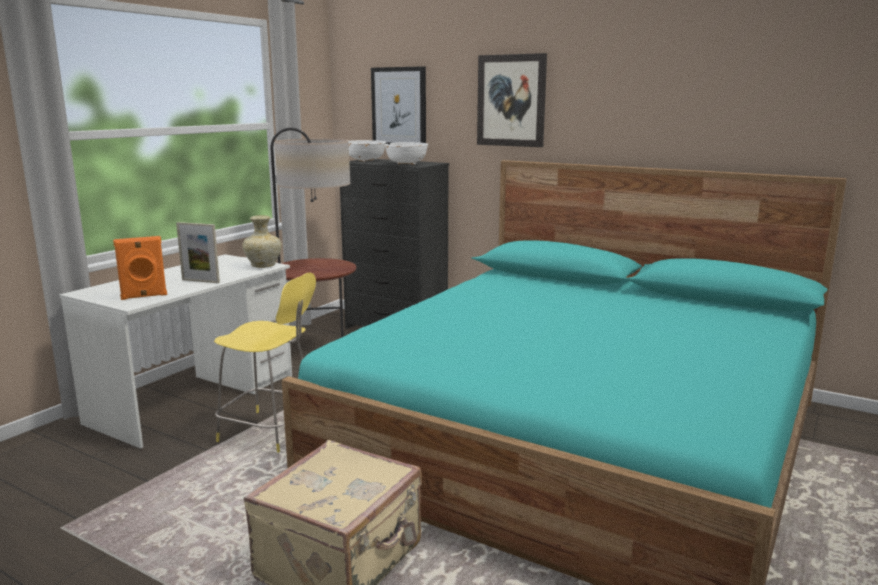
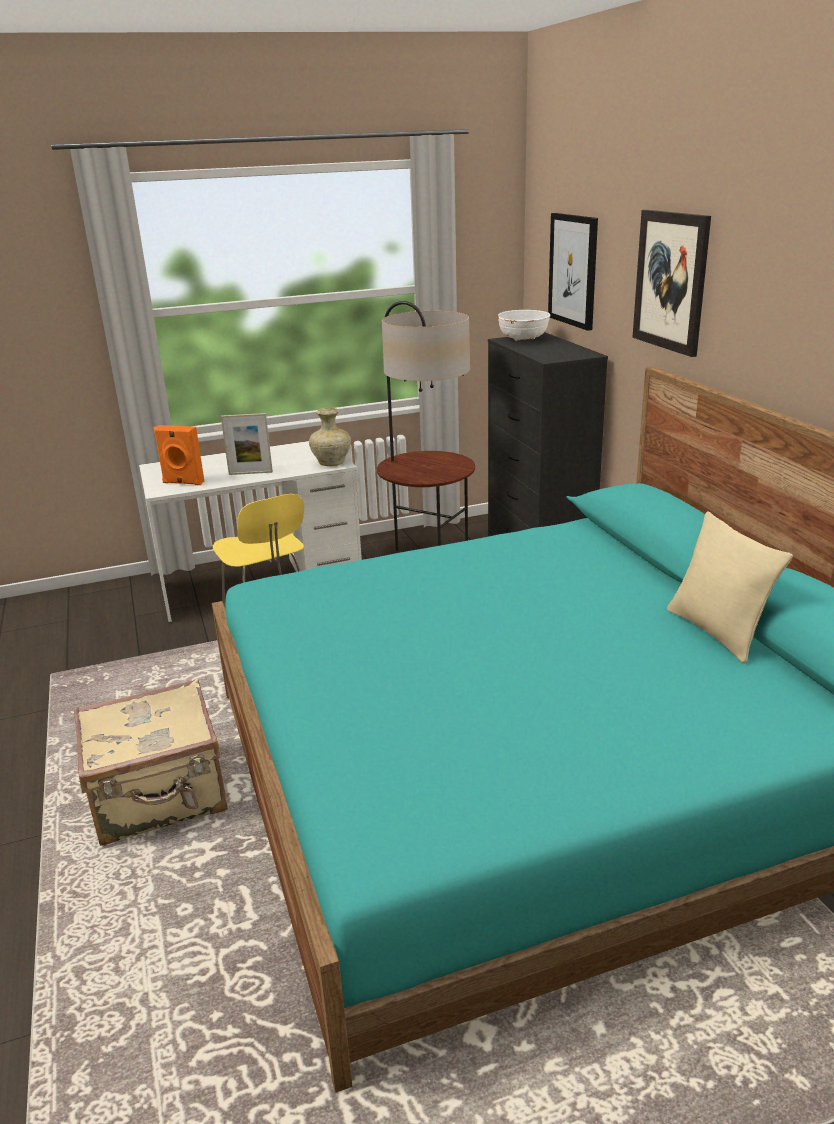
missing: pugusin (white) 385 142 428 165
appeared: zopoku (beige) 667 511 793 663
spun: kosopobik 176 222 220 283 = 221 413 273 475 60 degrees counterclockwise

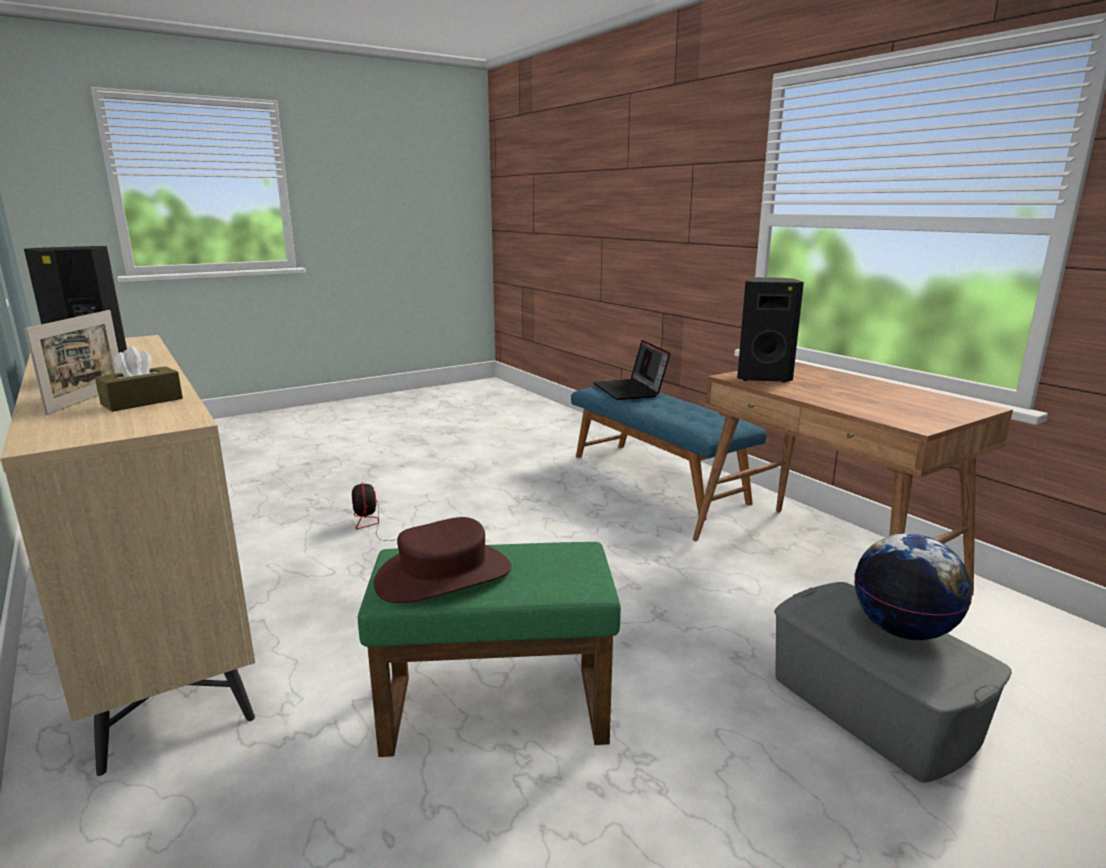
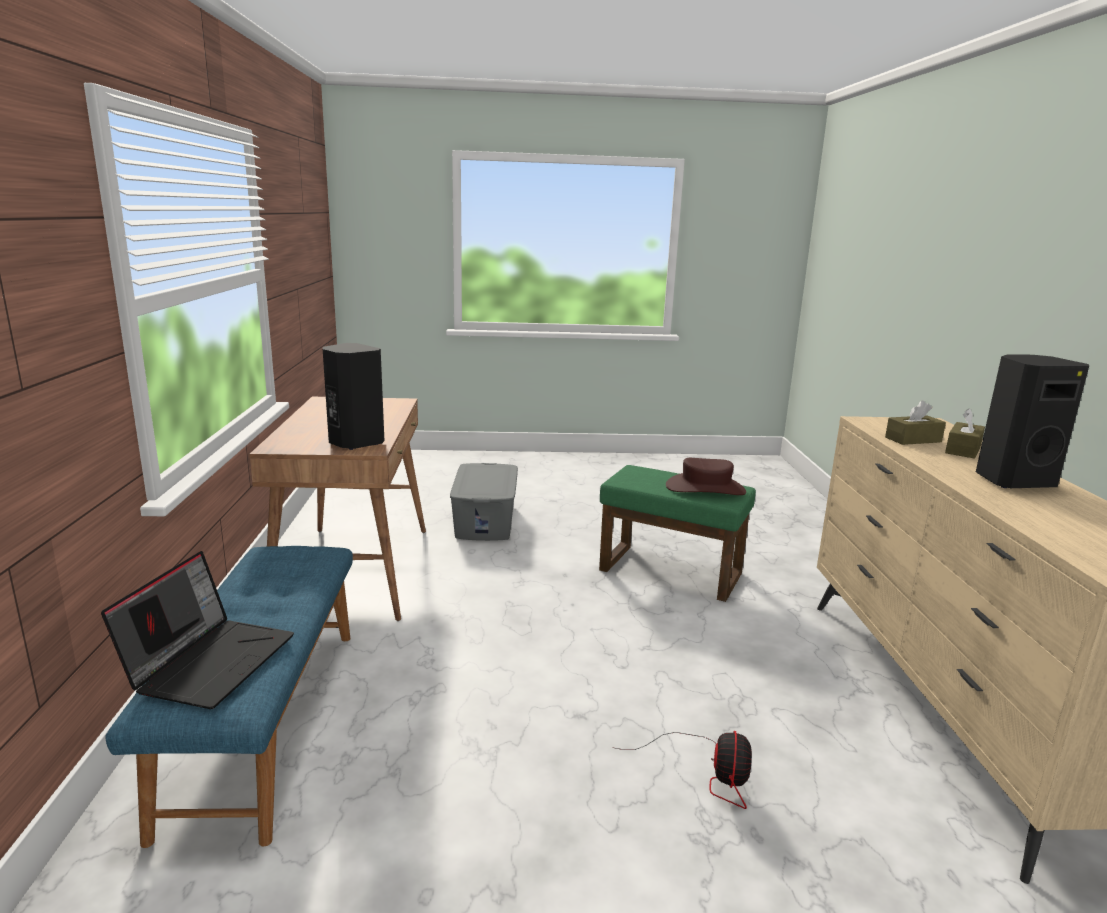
missing: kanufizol 854 533 972 640
exchanged: kosopobik 25 310 121 415 to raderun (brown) 945 408 985 459

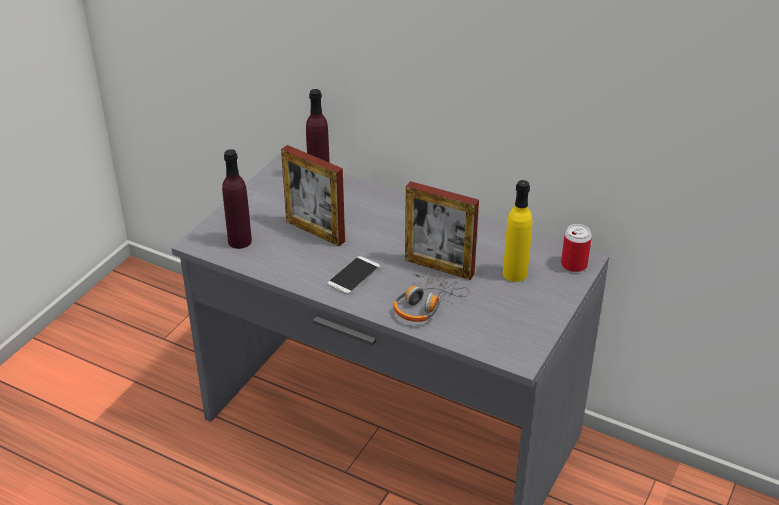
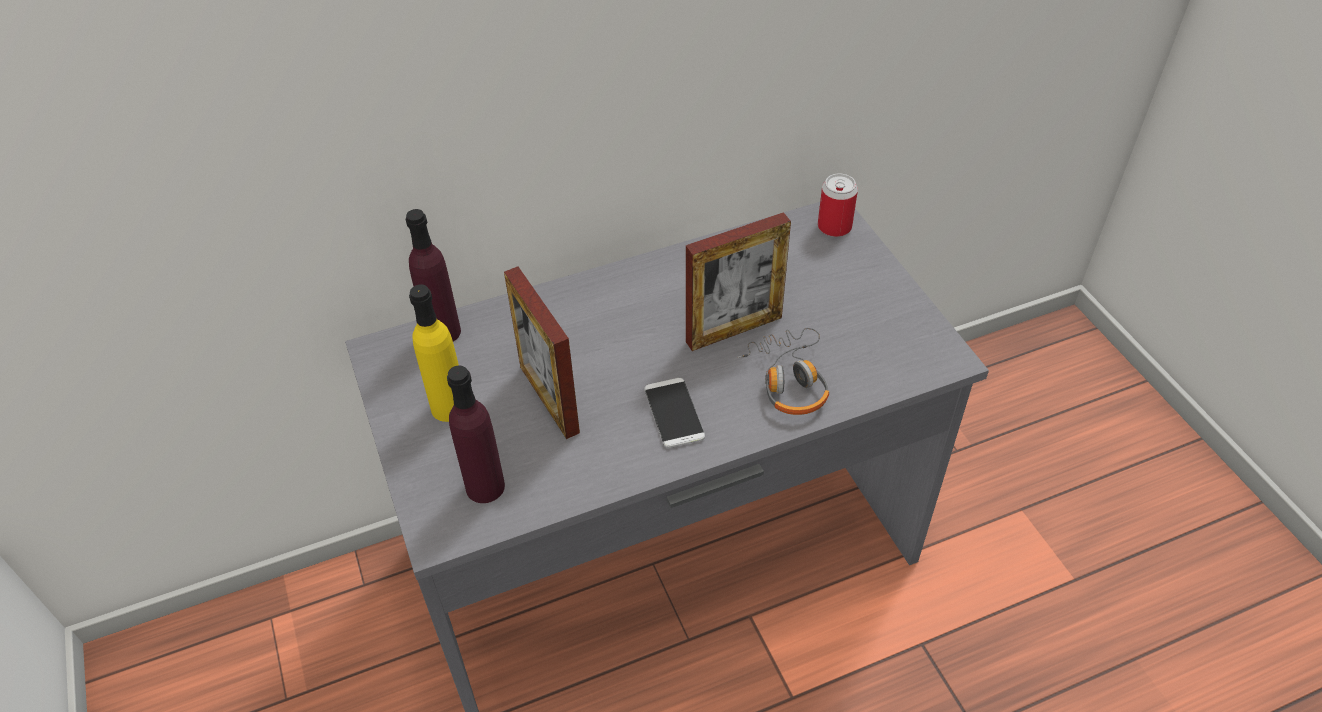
relocated: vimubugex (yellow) 503 180 532 282 to 409 284 459 422
spun: kosopobik 281 145 345 246 = 504 266 580 439 75 degrees clockwise

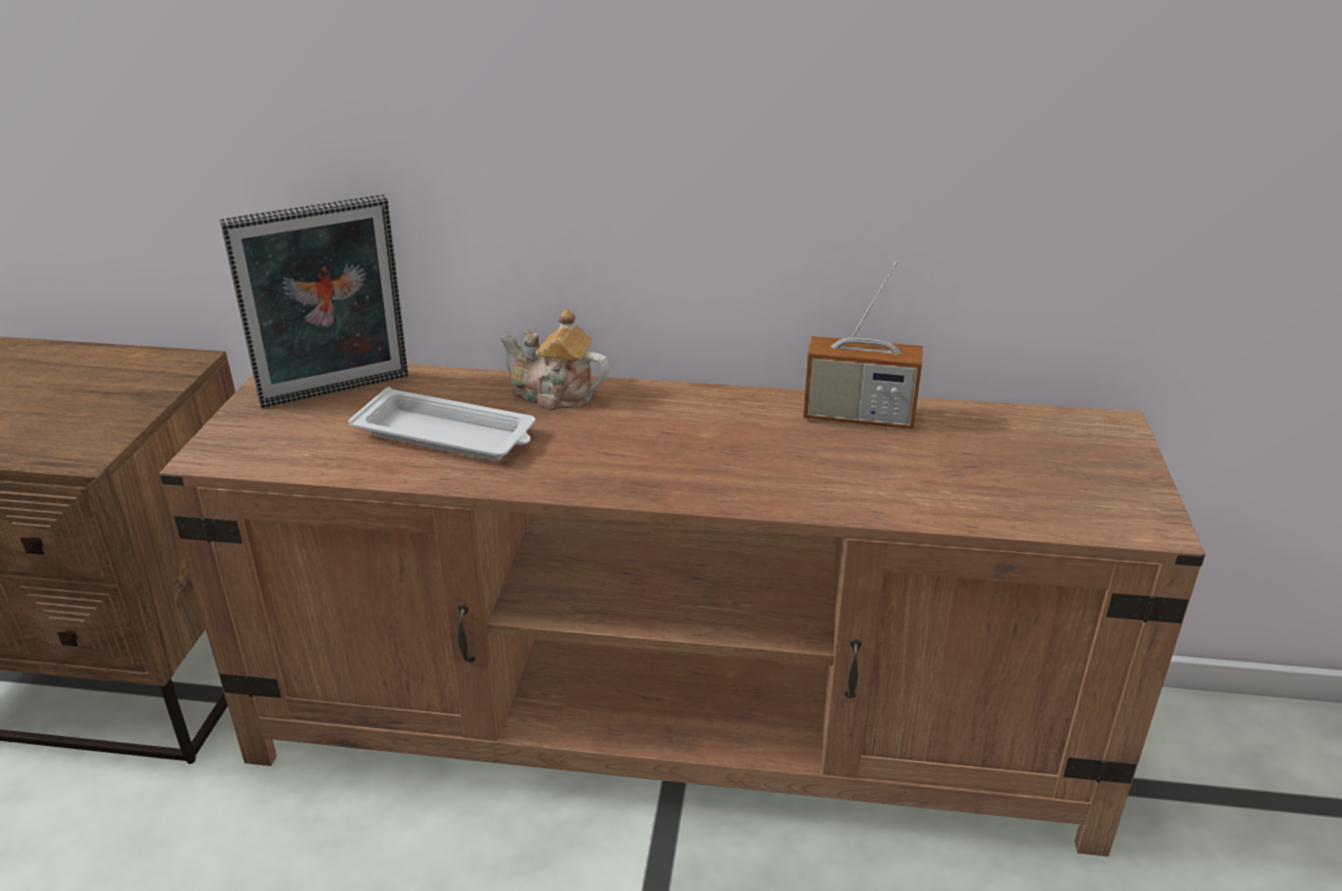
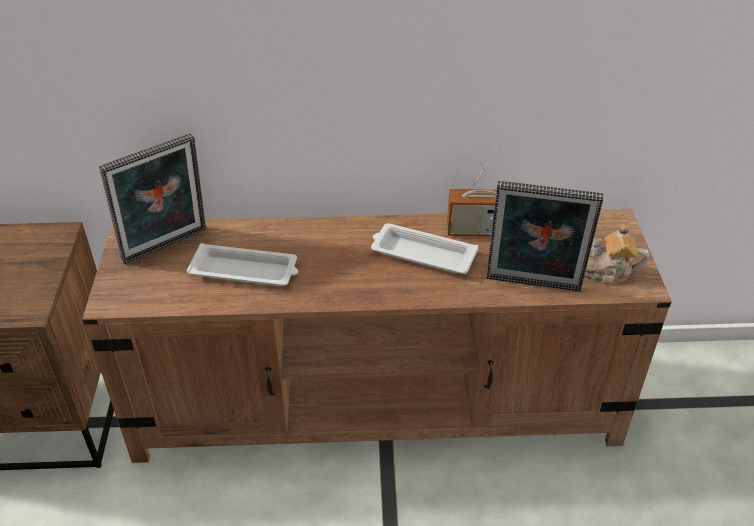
appeared: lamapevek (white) 371 223 479 274; kosopobik 486 181 604 292
relocated: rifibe 501 308 610 411 to 584 224 649 285

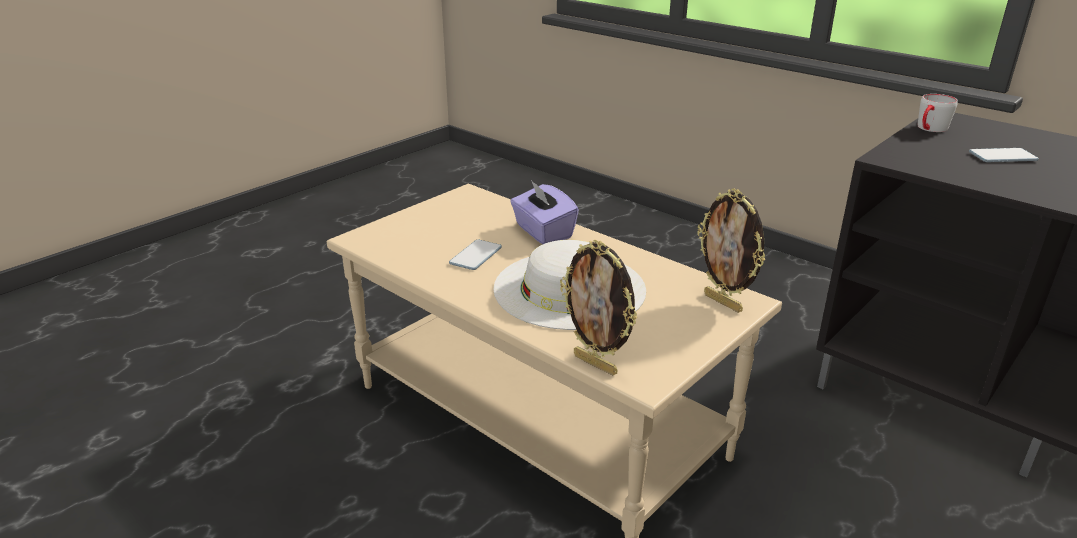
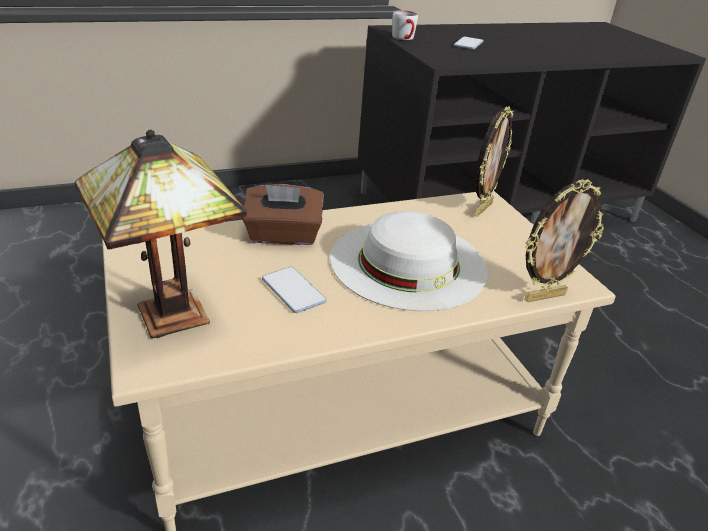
appeared: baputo 75 130 247 339
colour: raderun (purple) 510 180 579 244 to raderun (brown) 242 184 324 245
spun: kosopobik 697 188 765 313 = 475 106 513 217 45 degrees counterclockwise

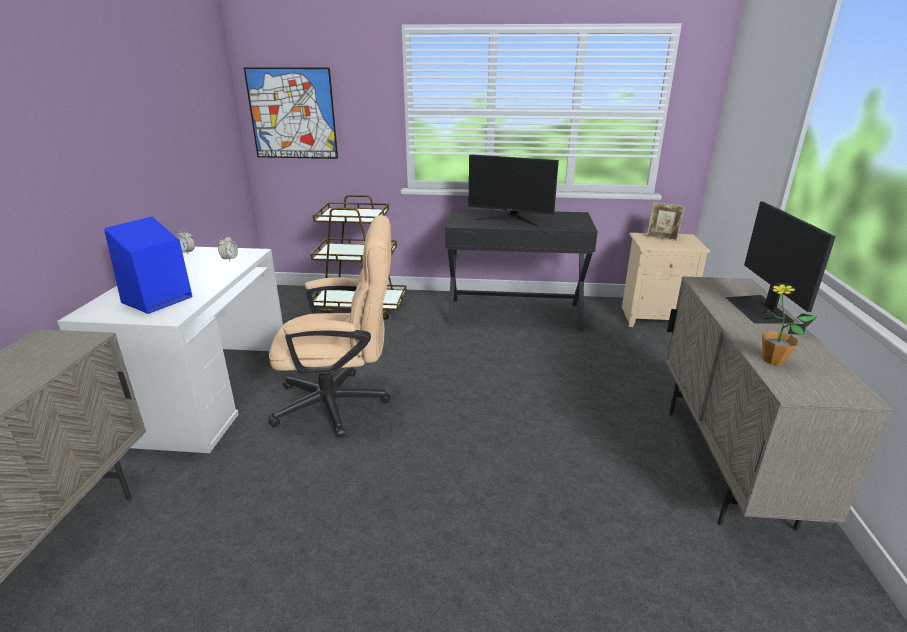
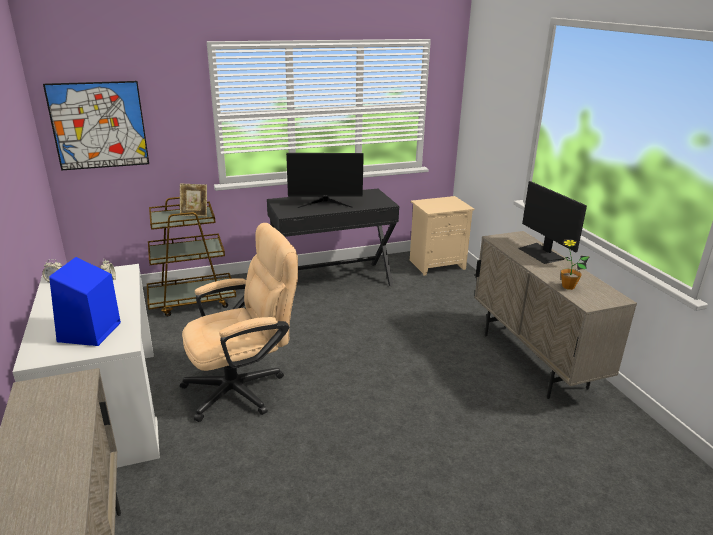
relocated: kosopobik 646 202 685 241 to 180 184 207 217

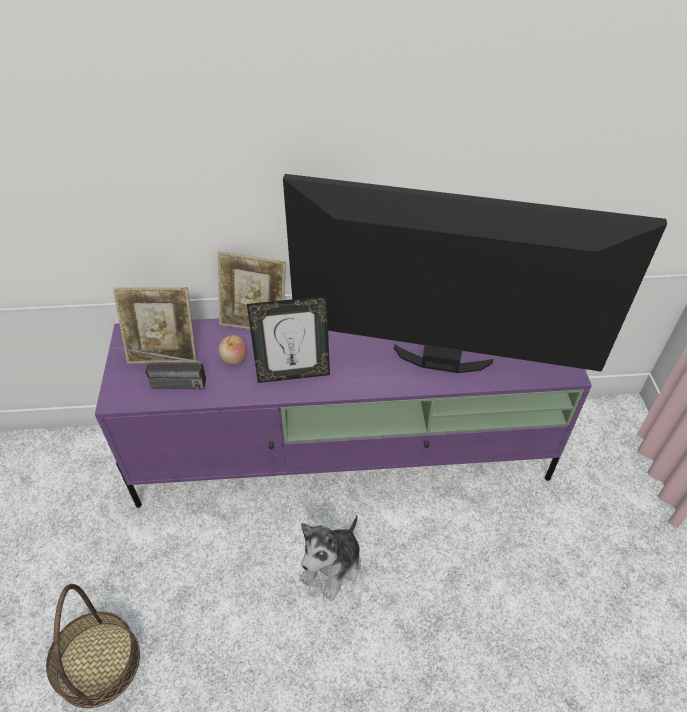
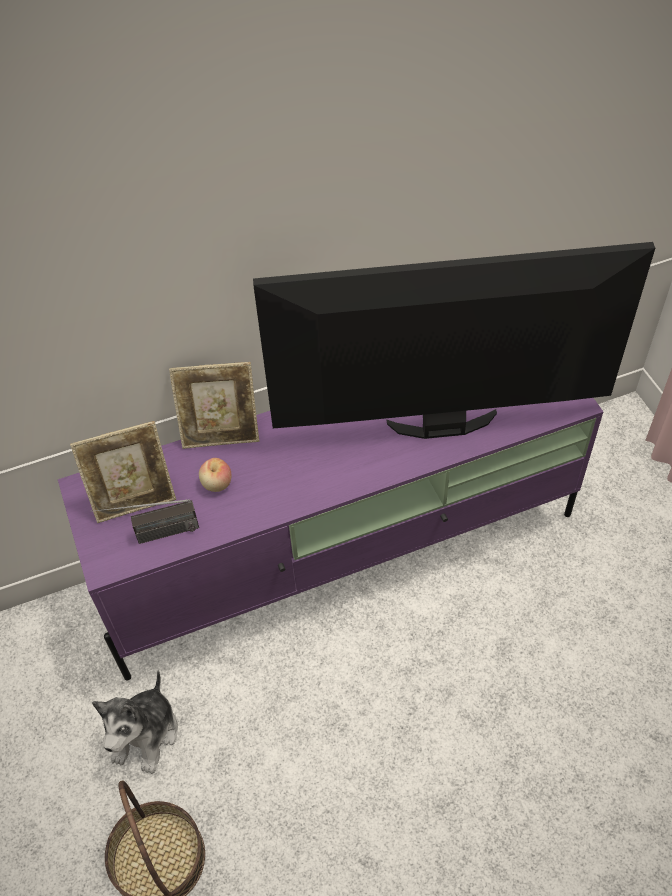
missing: kosopobik 247 296 330 383
relocated: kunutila 300 515 361 601 to 92 671 178 774

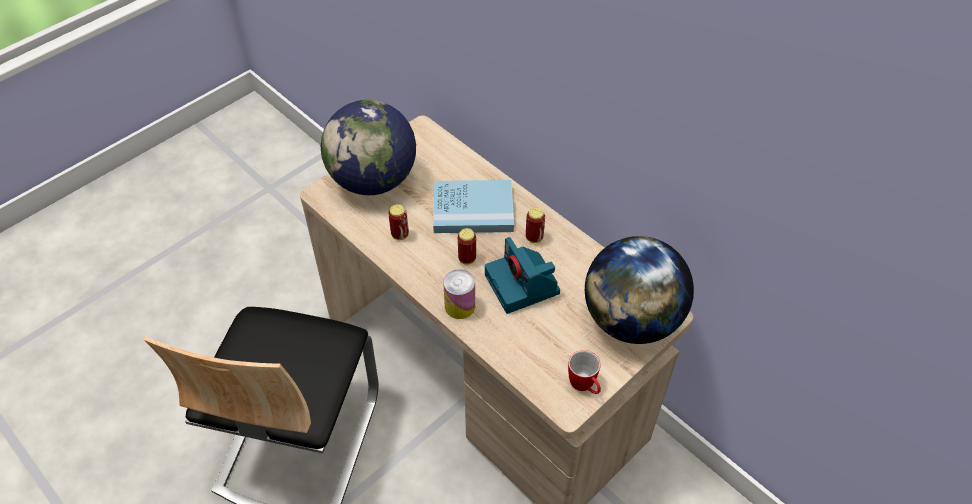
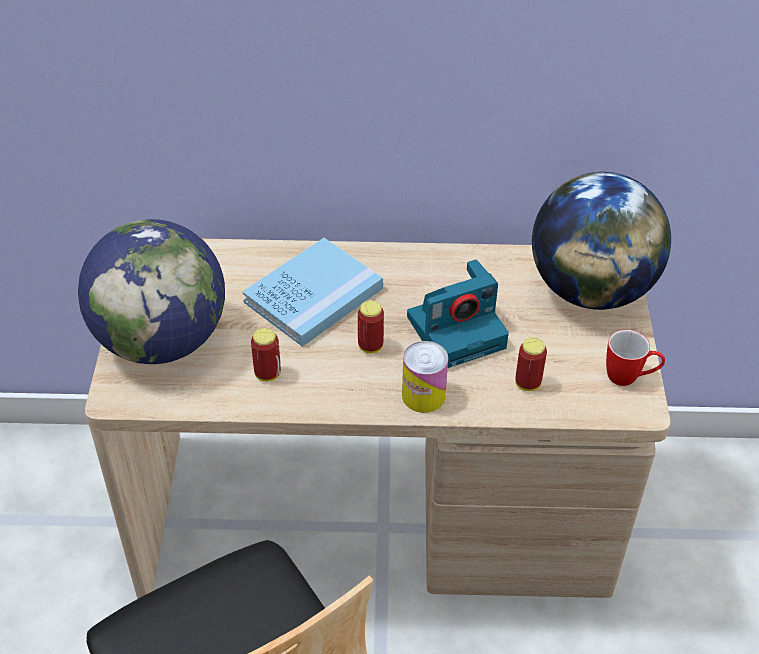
relocated: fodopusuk 526 207 545 243 to 515 337 547 391
spun: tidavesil 485 237 560 314 = 407 260 509 368 45 degrees counterclockwise

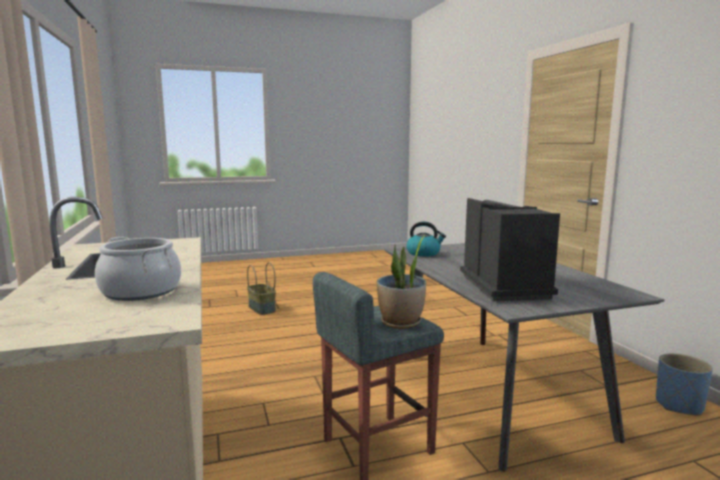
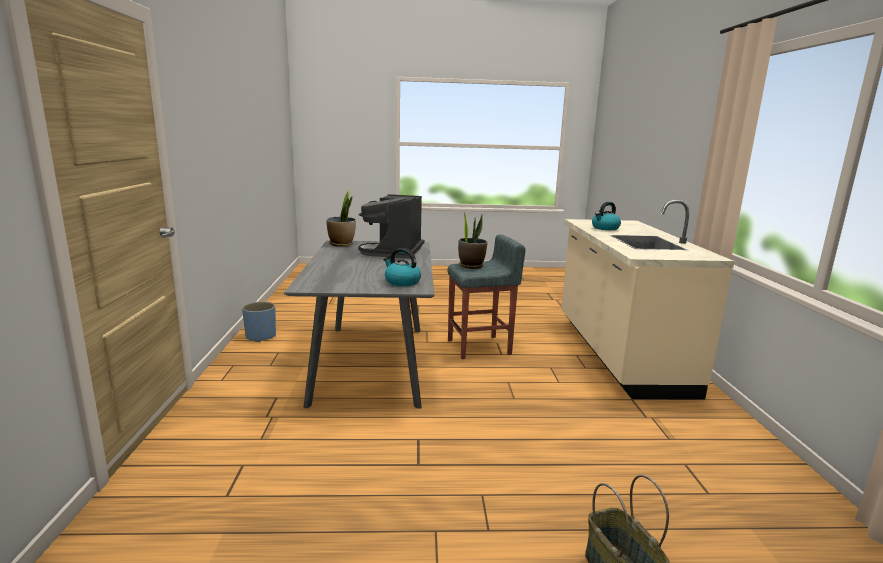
appeared: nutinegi 326 190 356 247
exchanged: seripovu 95 237 181 301 to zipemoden 592 202 621 230

